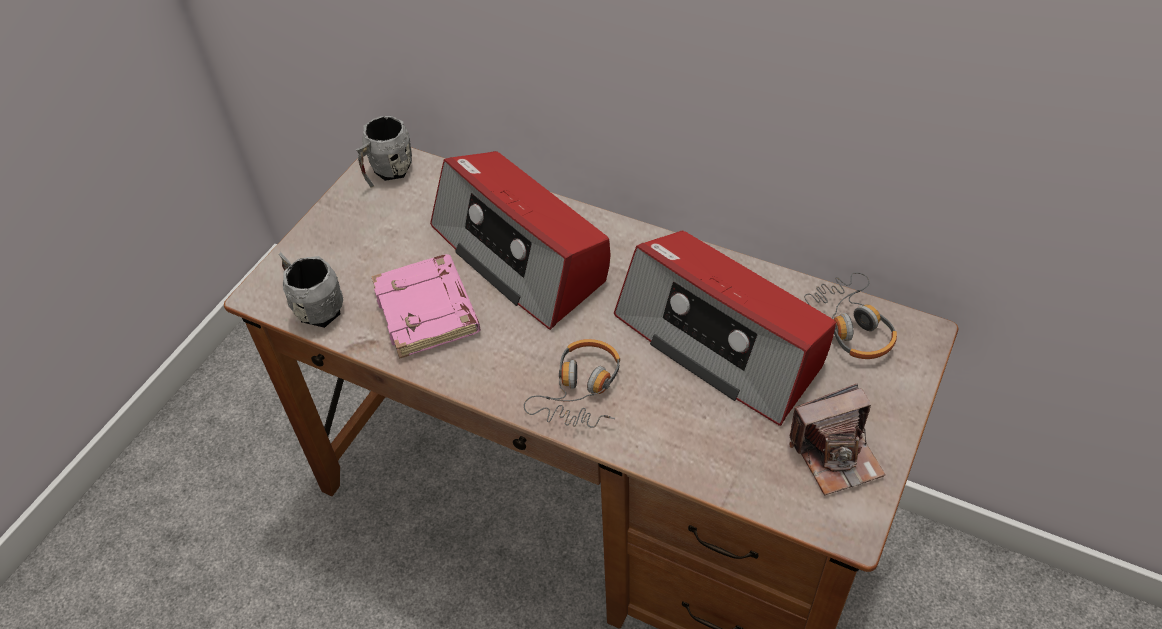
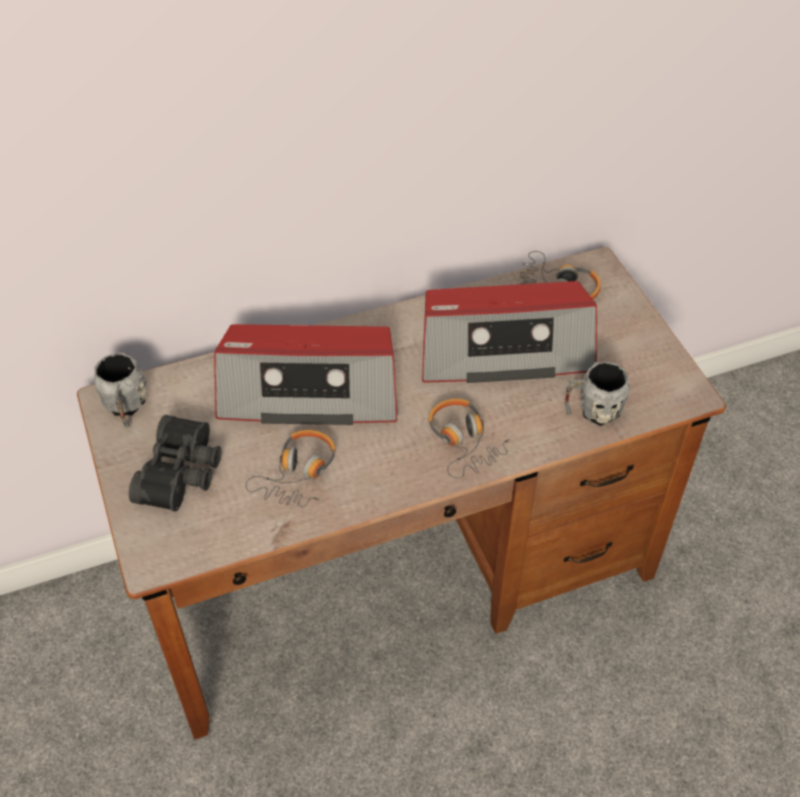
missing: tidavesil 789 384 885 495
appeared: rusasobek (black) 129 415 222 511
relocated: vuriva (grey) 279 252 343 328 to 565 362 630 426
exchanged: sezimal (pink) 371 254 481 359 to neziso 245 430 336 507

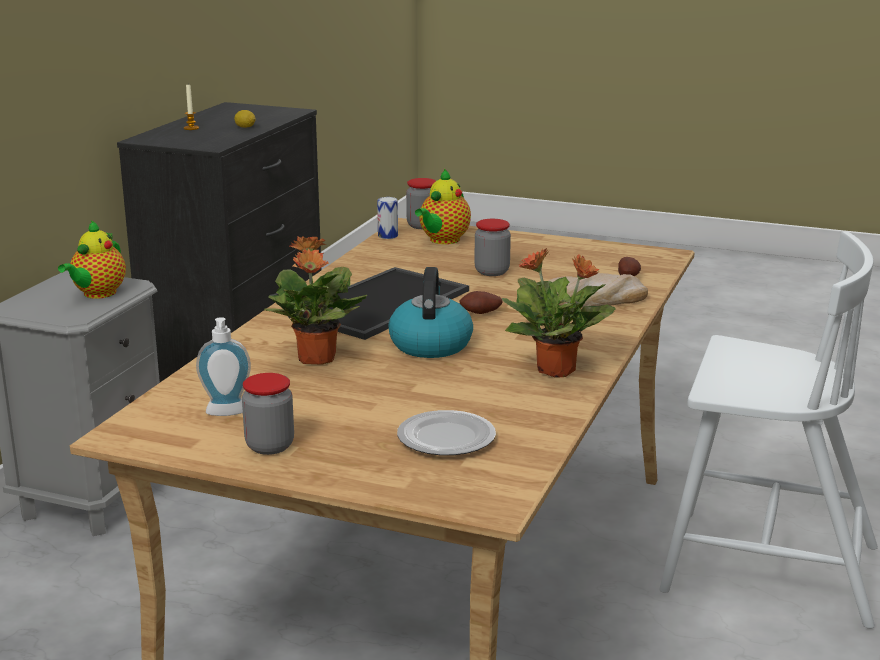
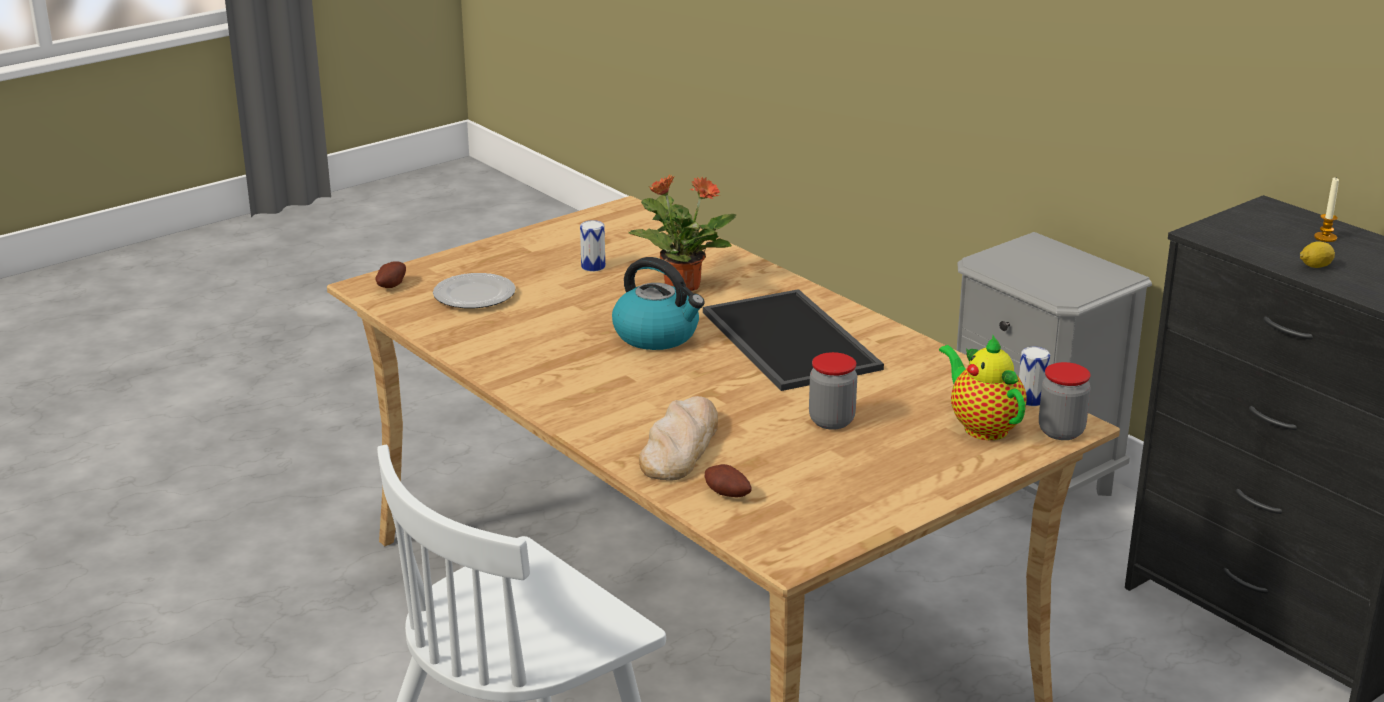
missing: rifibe 58 220 126 299; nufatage 196 317 251 416; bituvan 242 373 294 455; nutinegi 502 248 615 378
appeared: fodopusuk 580 220 605 272
relocated: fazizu 459 291 503 314 to 376 261 406 288

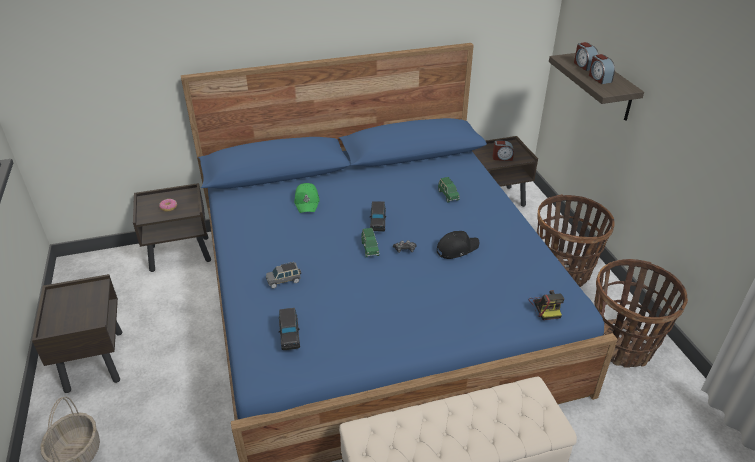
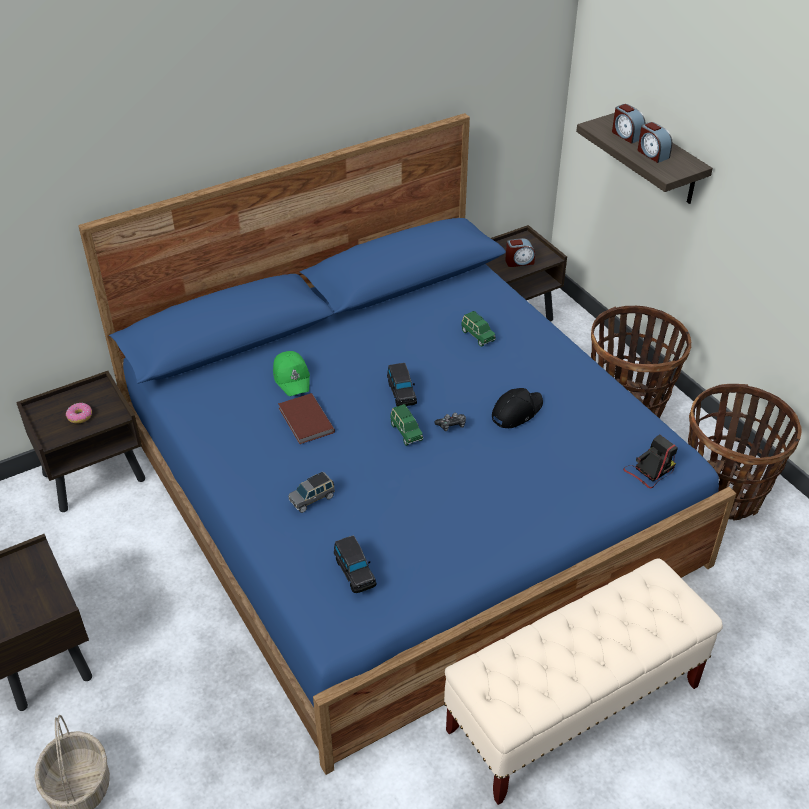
appeared: sezimal (brown) 278 393 335 444
spun: tidavesil 529 290 564 320 = 623 435 678 488 105 degrees counterclockwise

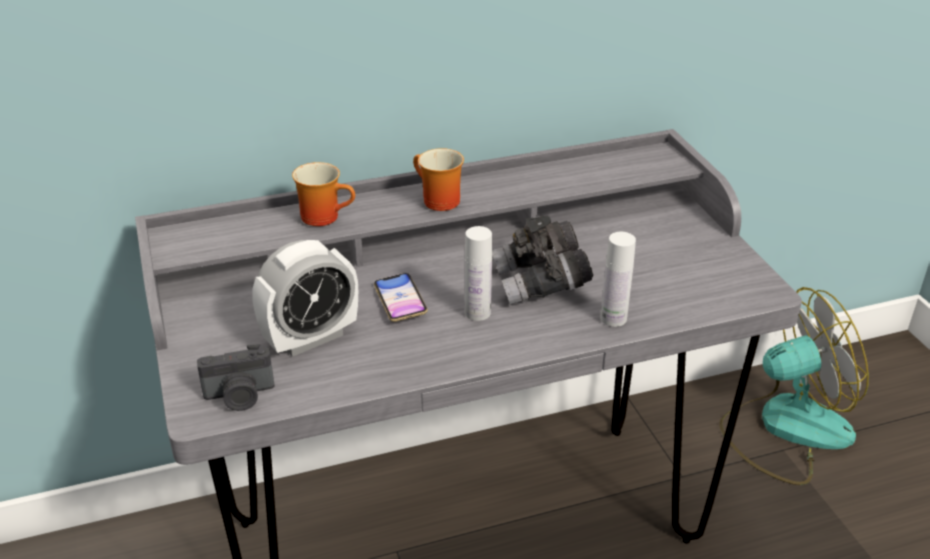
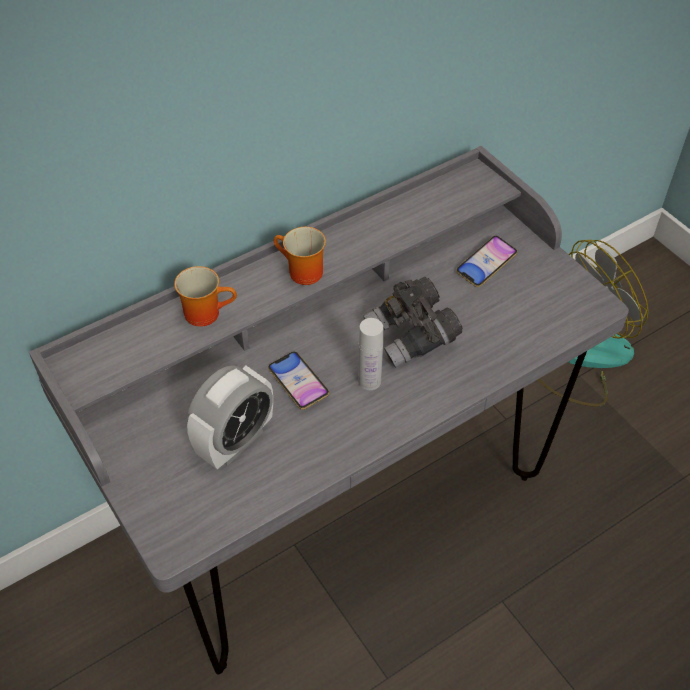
missing: tidavesil 197 344 274 411; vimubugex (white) 600 232 636 327
appeared: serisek 456 236 517 287

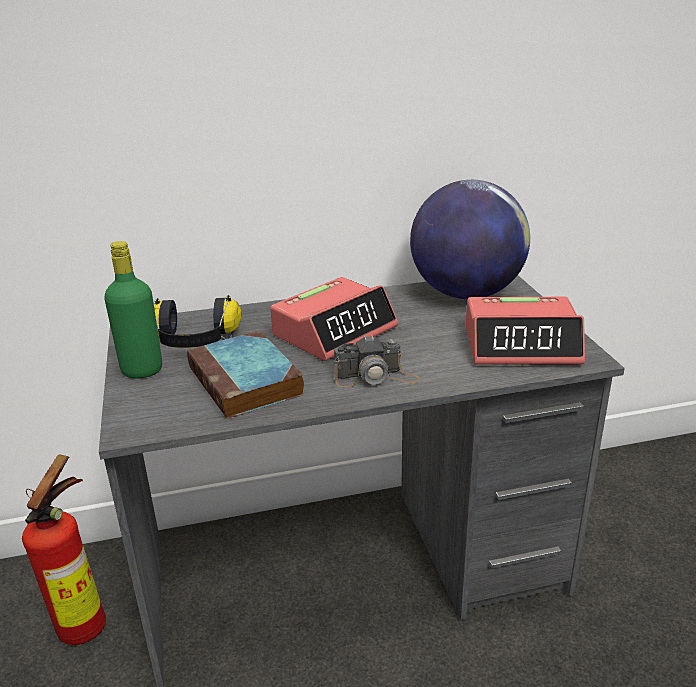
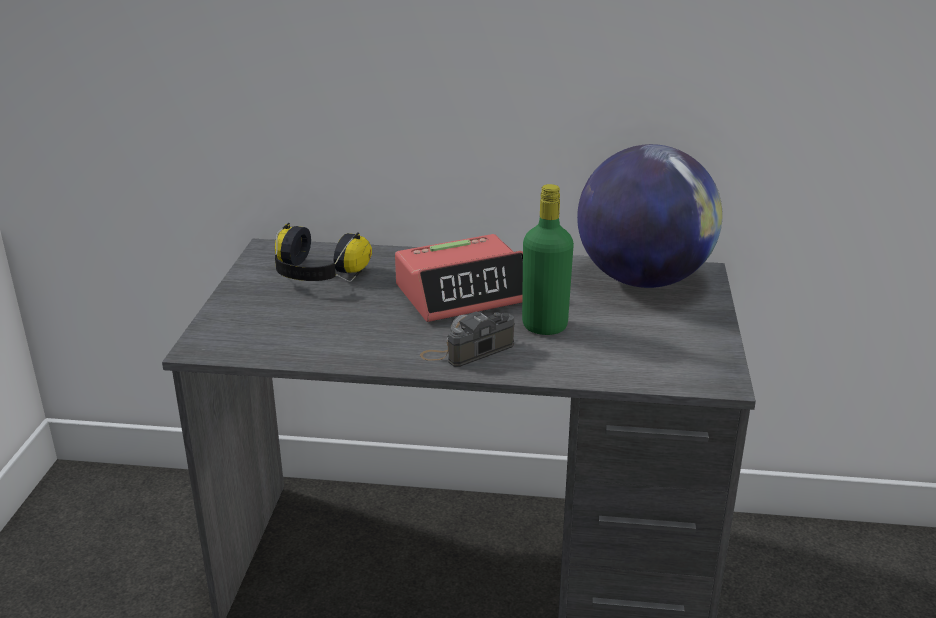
missing: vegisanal 22 454 106 645; sezimal 187 331 304 419; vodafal 466 297 585 365
relocated: vimubugex (green) 104 241 162 379 to 522 184 574 335
spun: tidavesil 334 335 420 387 = 420 312 514 367 135 degrees clockwise

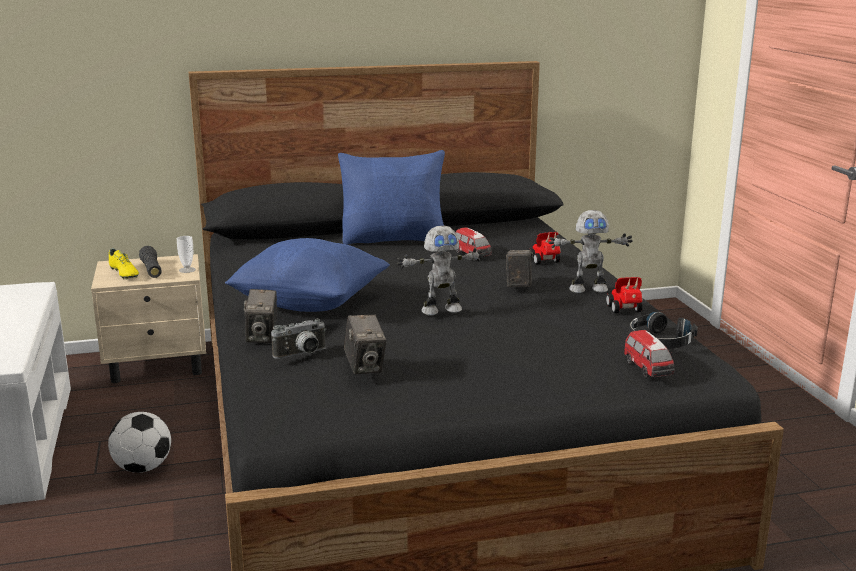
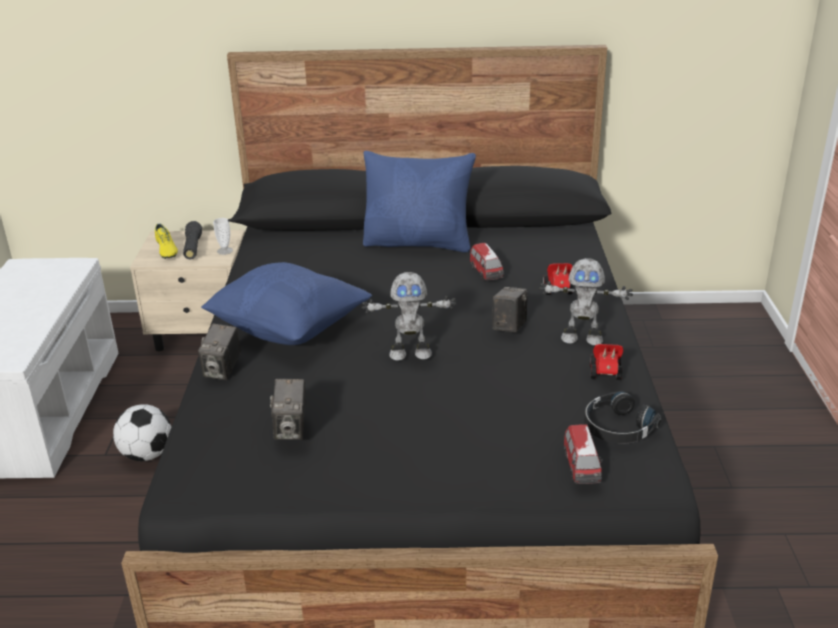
missing: tidavesil 271 319 327 359

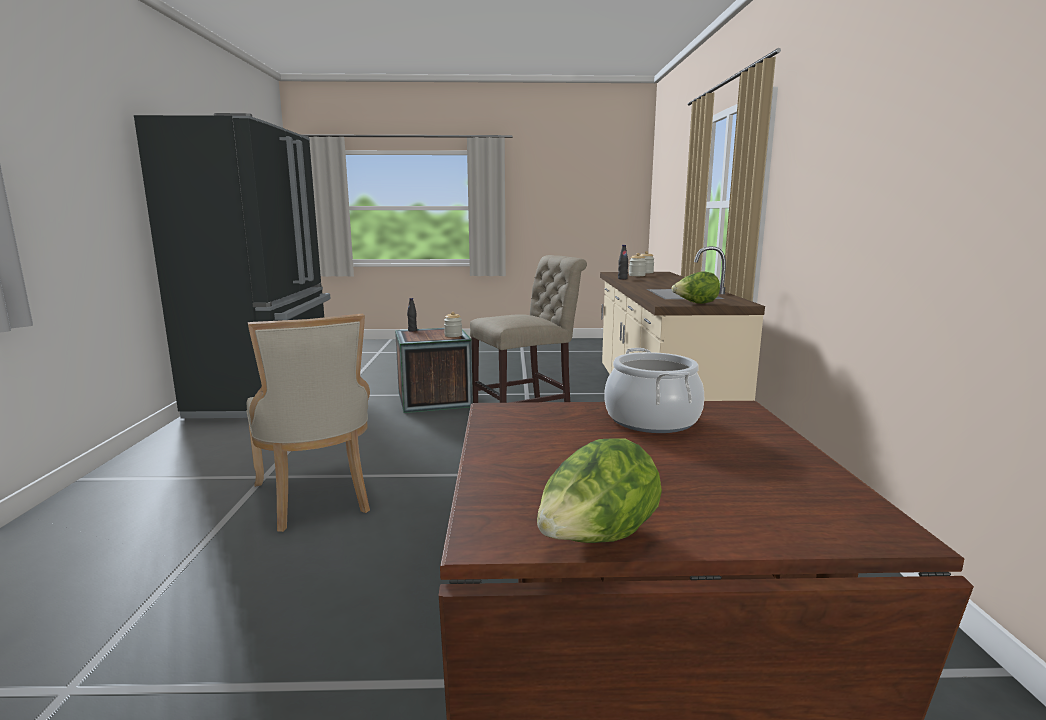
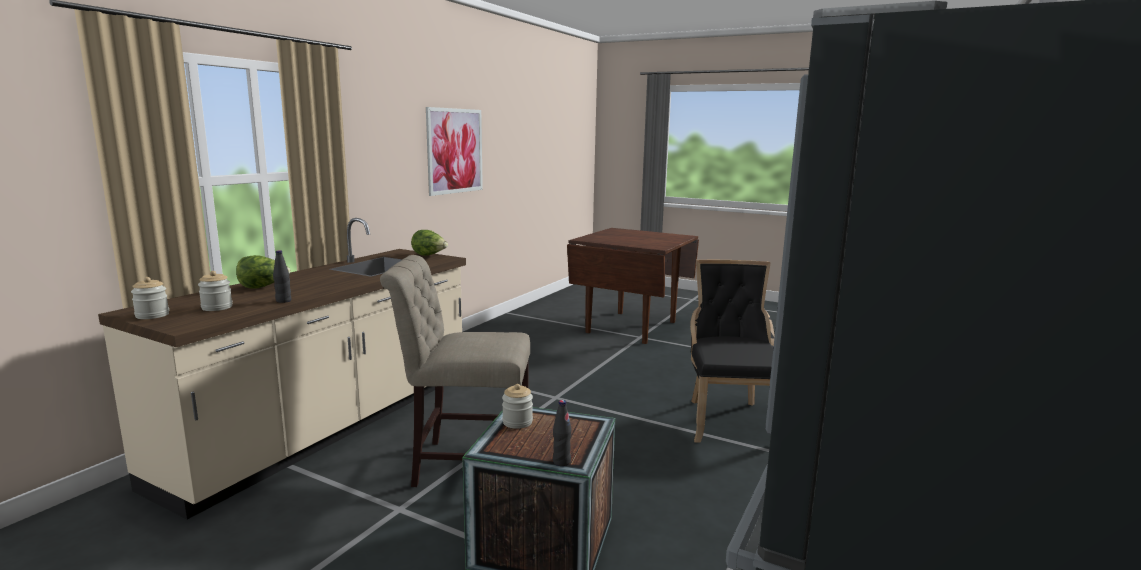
missing: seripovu 604 348 704 433
appeared: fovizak 426 107 483 196
relocated: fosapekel 537 438 662 543 to 236 255 291 289
colour: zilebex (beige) 246 314 370 532 to zilebex (black) 690 260 775 443

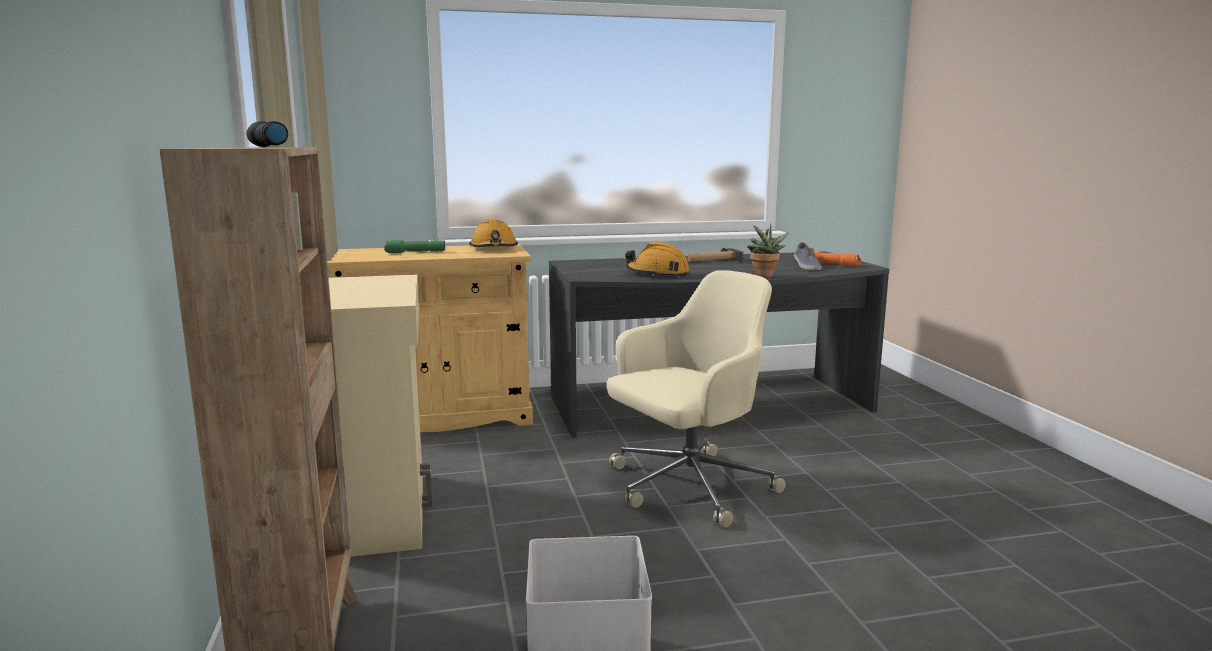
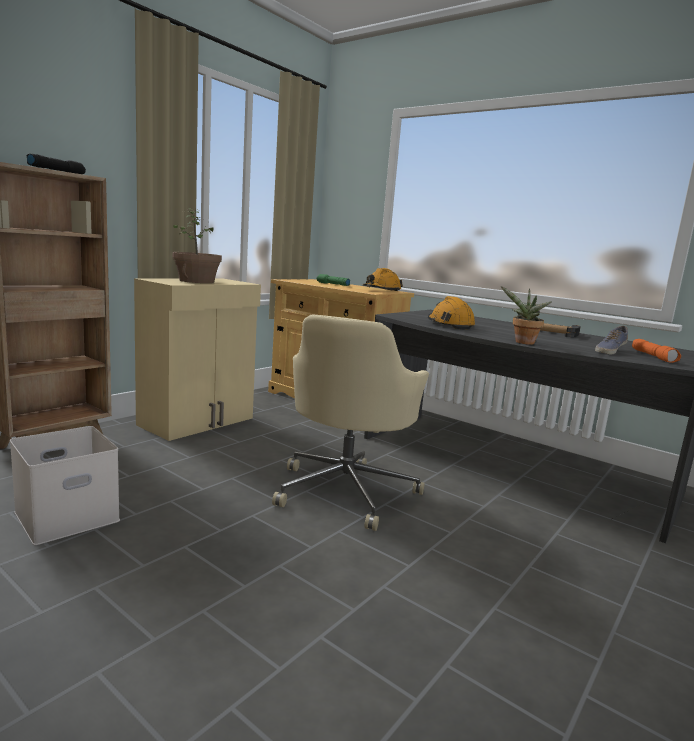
appeared: nutinegi 172 208 222 283
spun: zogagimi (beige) 607 270 785 528 = 272 315 429 531 90 degrees clockwise

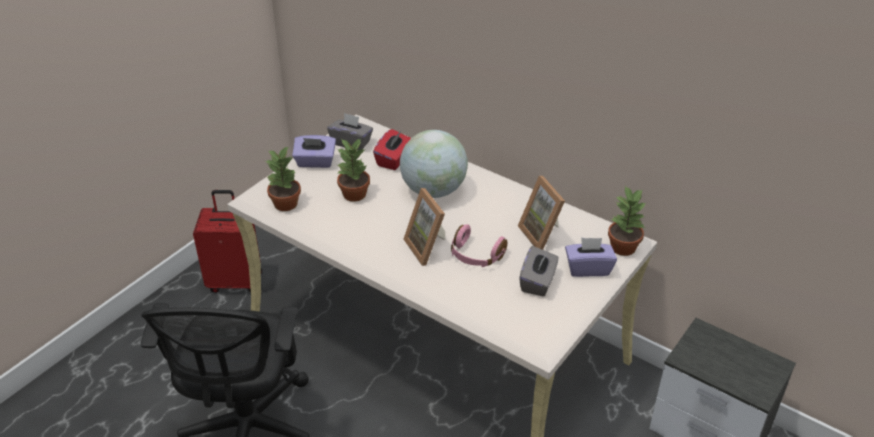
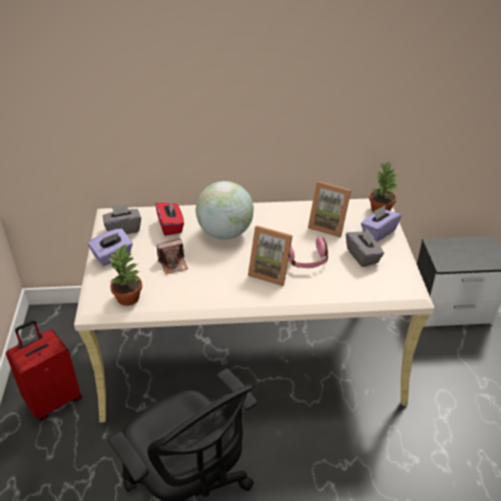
exchanged: nutinegi 337 139 370 202 to tidavesil 157 238 188 274

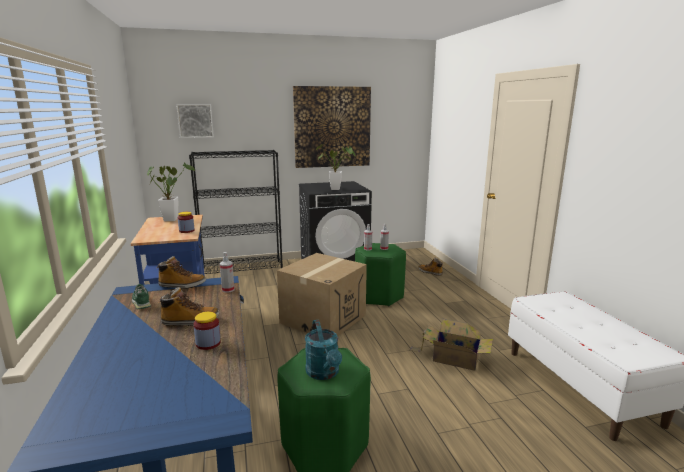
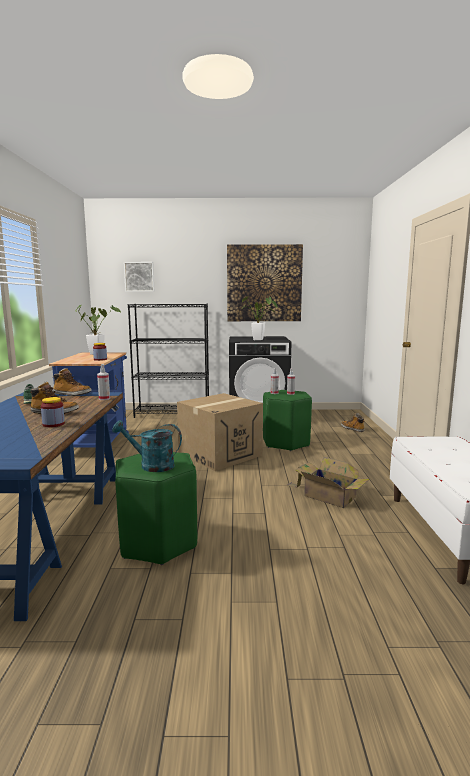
spun: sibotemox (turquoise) 305 320 342 380 = 112 420 182 472 105 degrees clockwise

